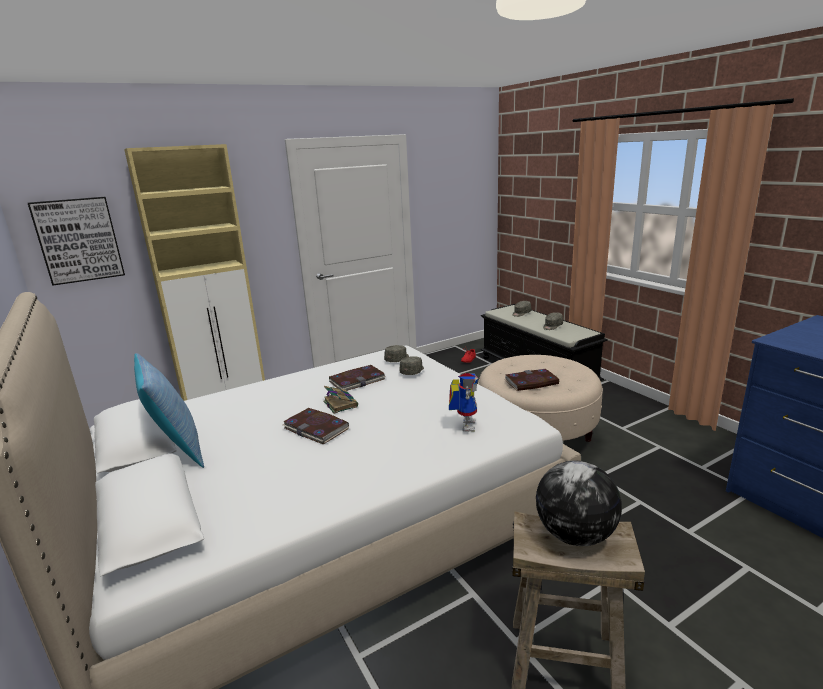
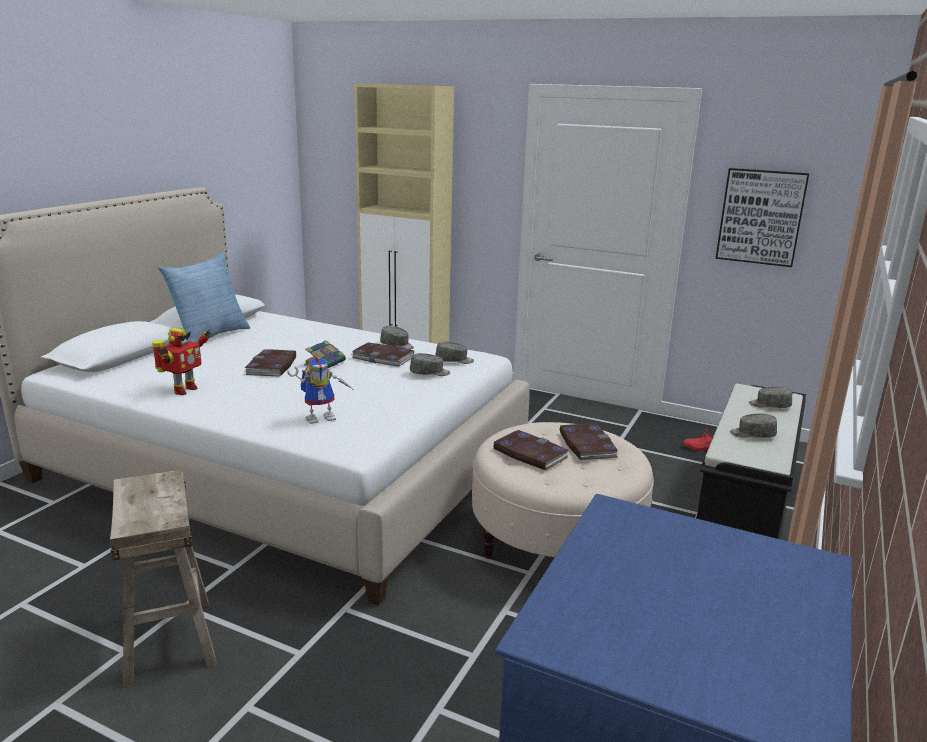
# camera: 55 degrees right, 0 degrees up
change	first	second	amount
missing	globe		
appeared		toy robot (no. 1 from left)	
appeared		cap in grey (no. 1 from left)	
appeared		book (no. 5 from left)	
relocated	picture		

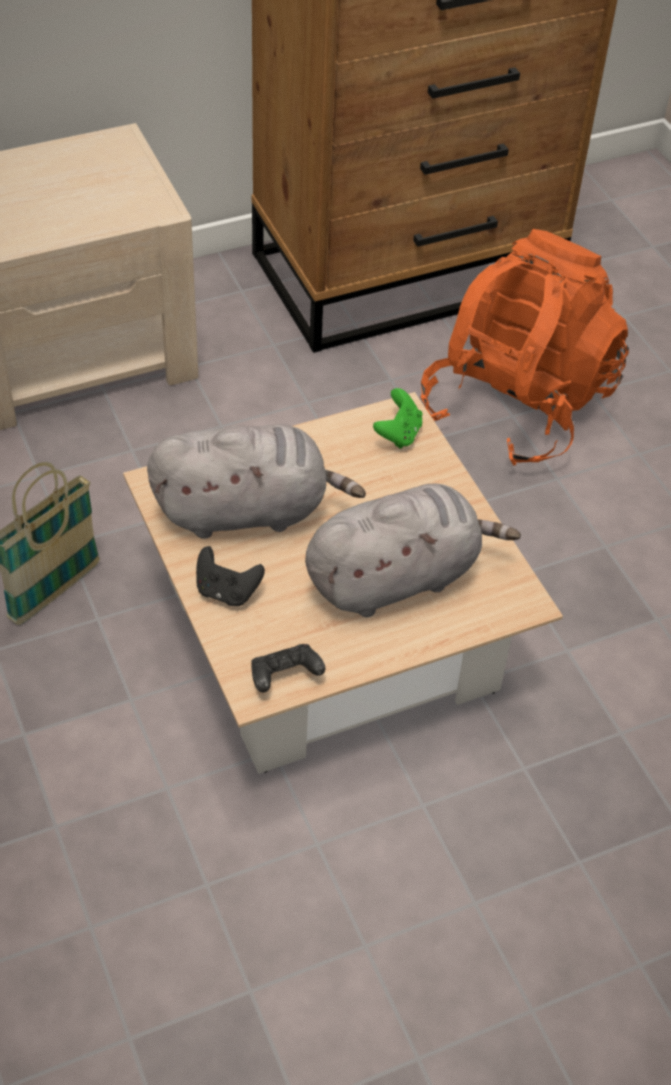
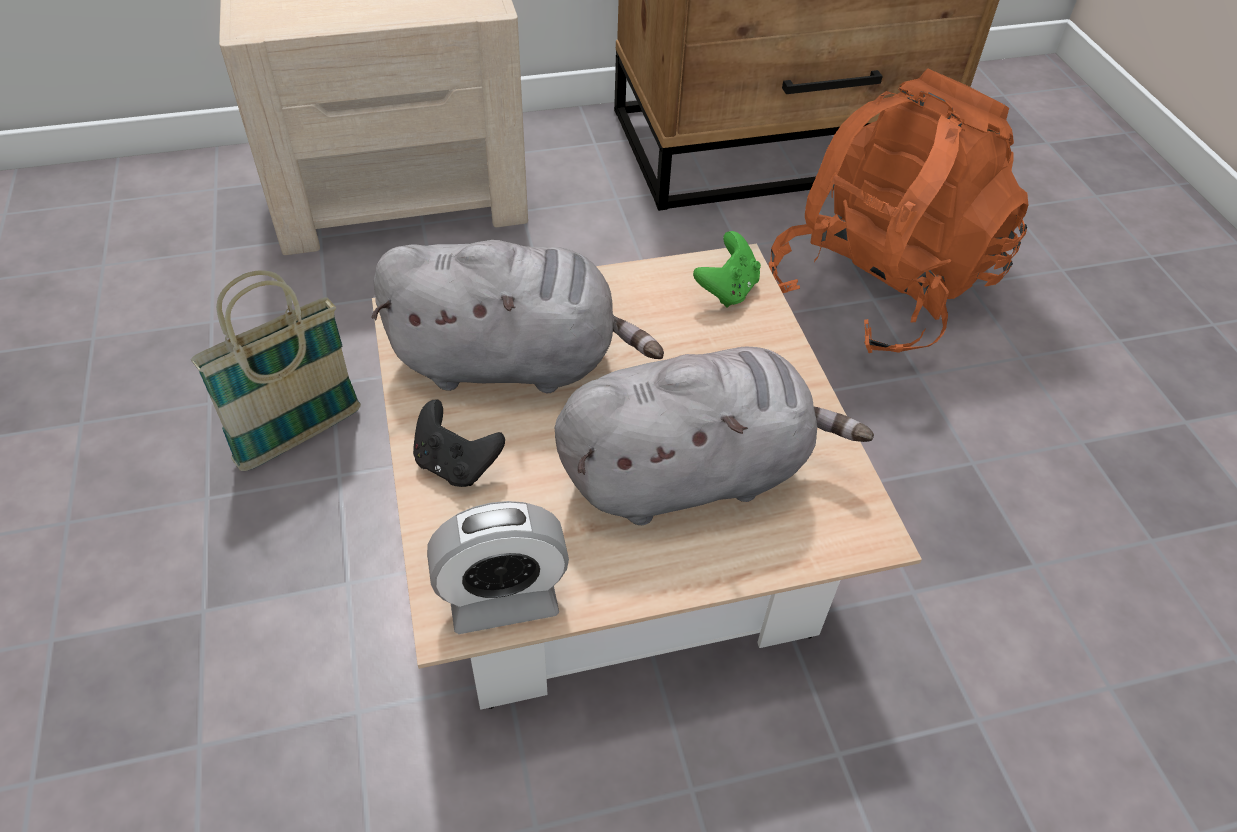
# camera: 10 degrees right, 0 degrees up
change	first	second	amount
exchanged	game controller in black (no. 2 from left)	alarm clock	

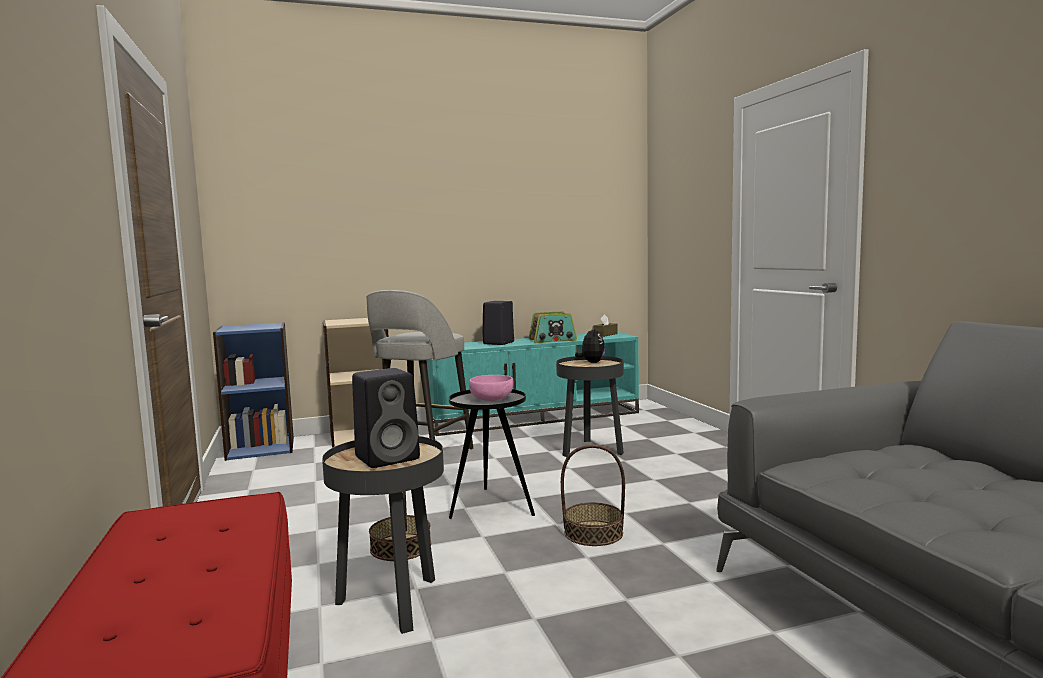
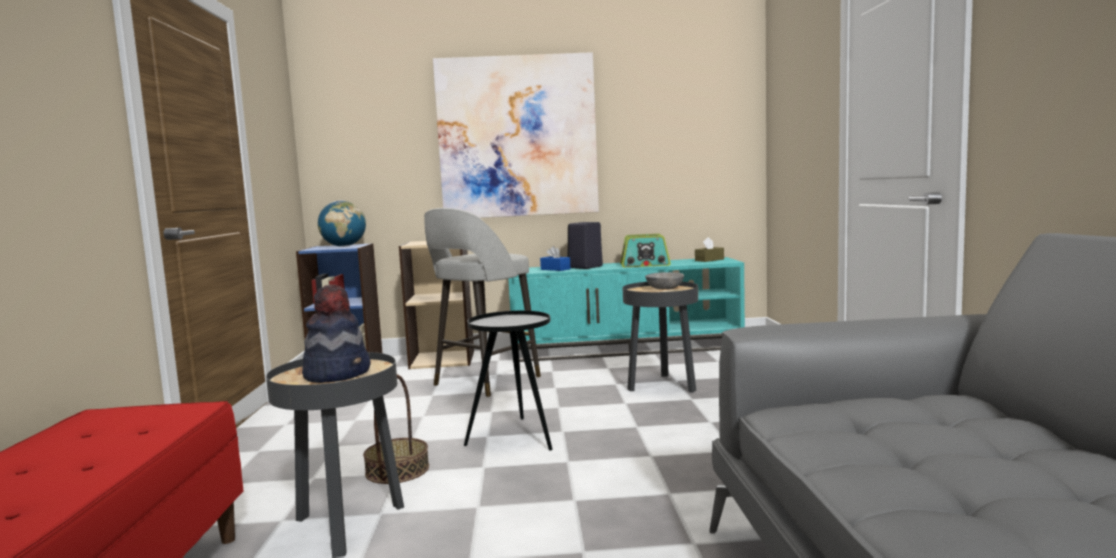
# camera: 15 degrees right, 0 degrees up
change	first	second	amount
missing	bowl in pink		
missing	basket (no. 2 from left)		
appeared		globe	
appeared		picture	
appeared		tissue box in blue	
exchanged	speaker in black (no. 1 from left)	hat	
exchanged	plush toy	bowl in grey	

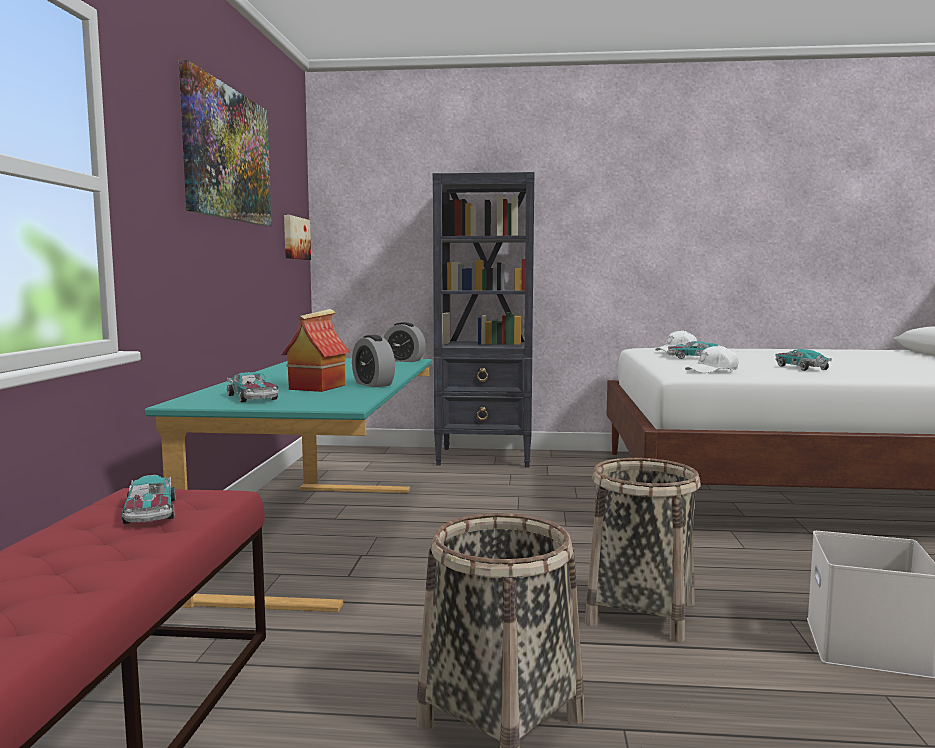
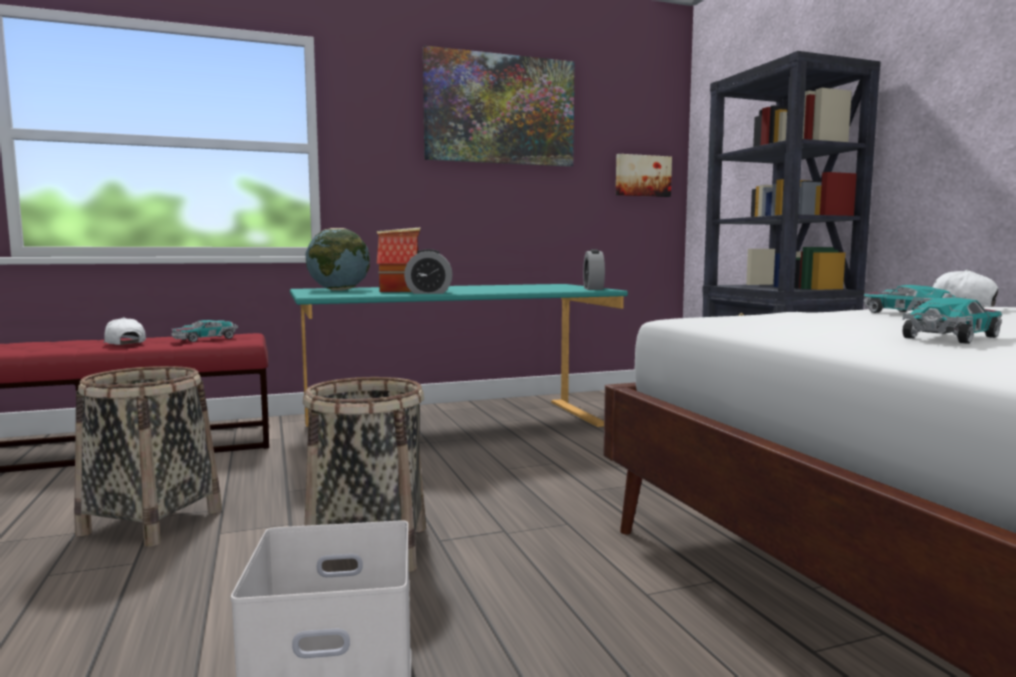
# camera: 65 degrees right, 0 degrees up
change	first	second	amount
relocated	cap in white (no. 2 from left in the first image)	cap in white (no. 1 from left)	
exchanged	toy car (no. 2 from left)	globe	
spun	alarm clock (no. 1 from left)		120 degrees counterclockwise

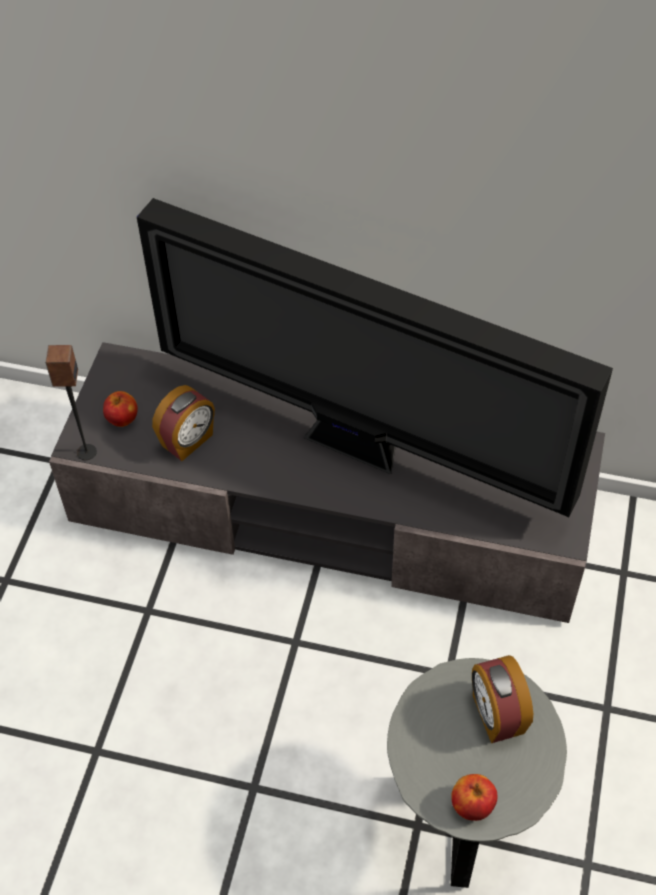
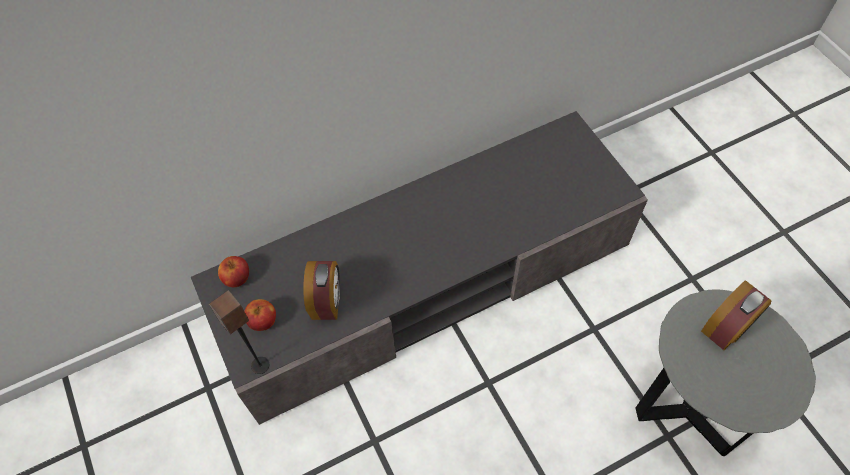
# camera: 40 degrees left, 5 degrees up
change	first	second	amount
missing	television		
relocated	apple (no. 2 from left in the first image)	apple (no. 1 from left)	
spun	alarm clock (no. 2 from left)		75 degrees counterclockwise

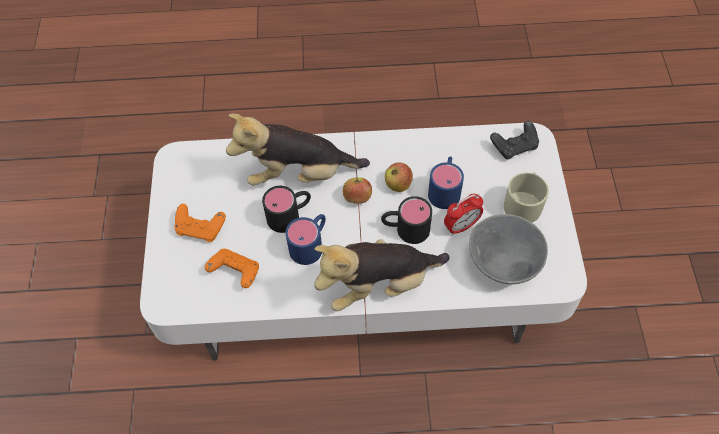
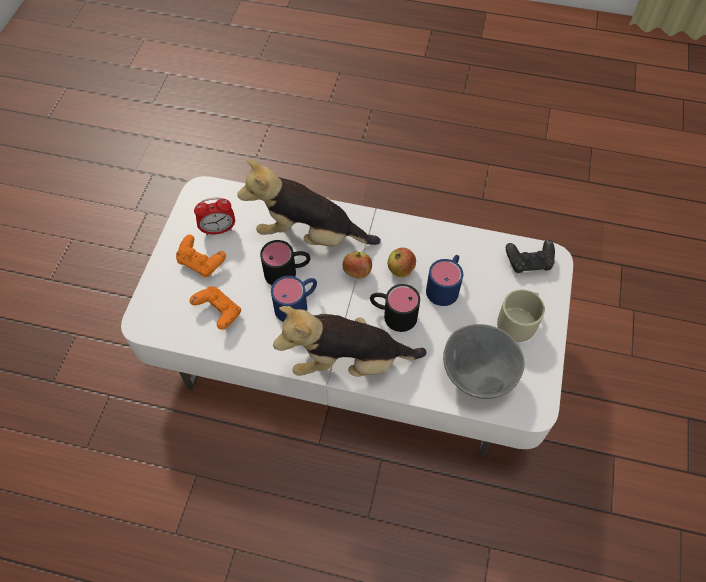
# camera: 15 degrees right, 0 degrees up
change	first	second	amount
relocated	alarm clock		

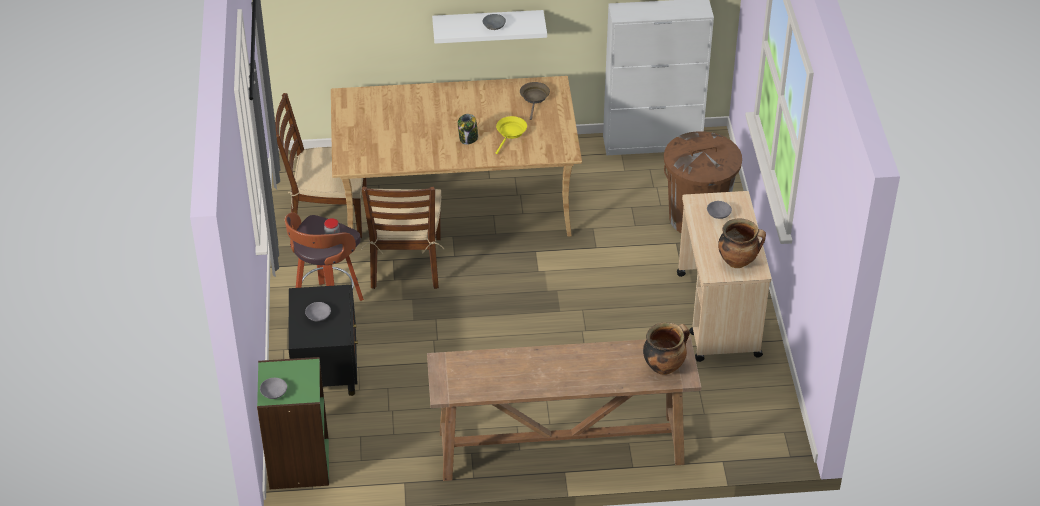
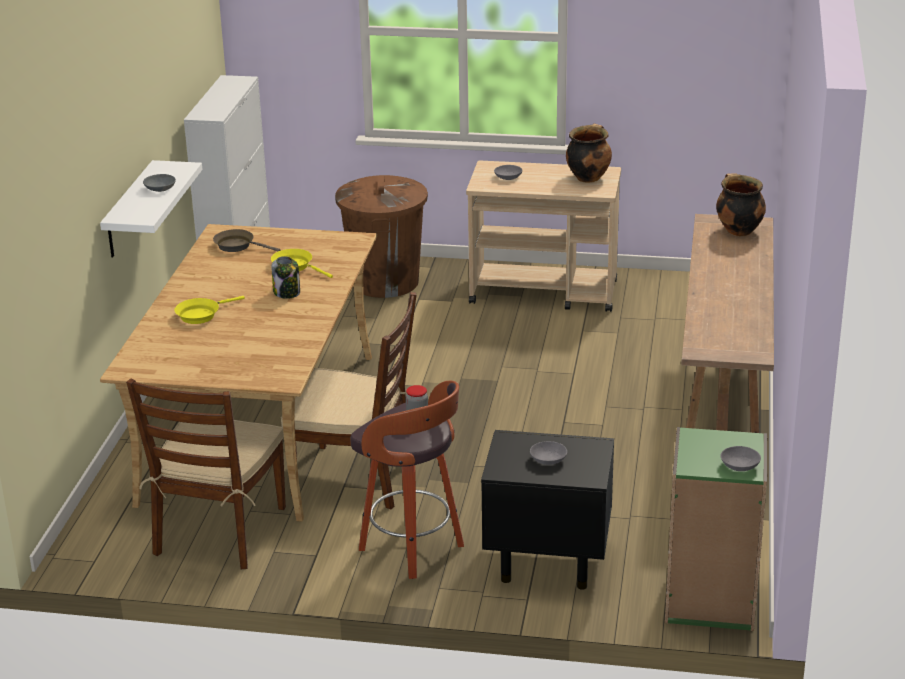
# camera: 75 degrees left, 15 degrees down
change	first	second	amount
appeared		frying pan in yellow (no. 1 from left)	

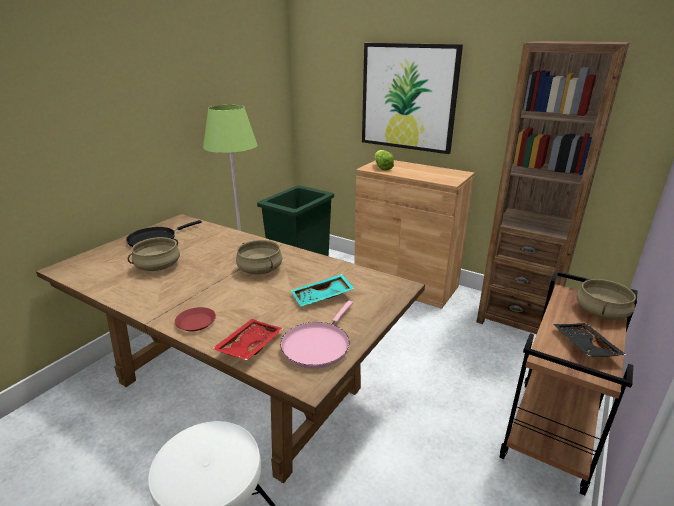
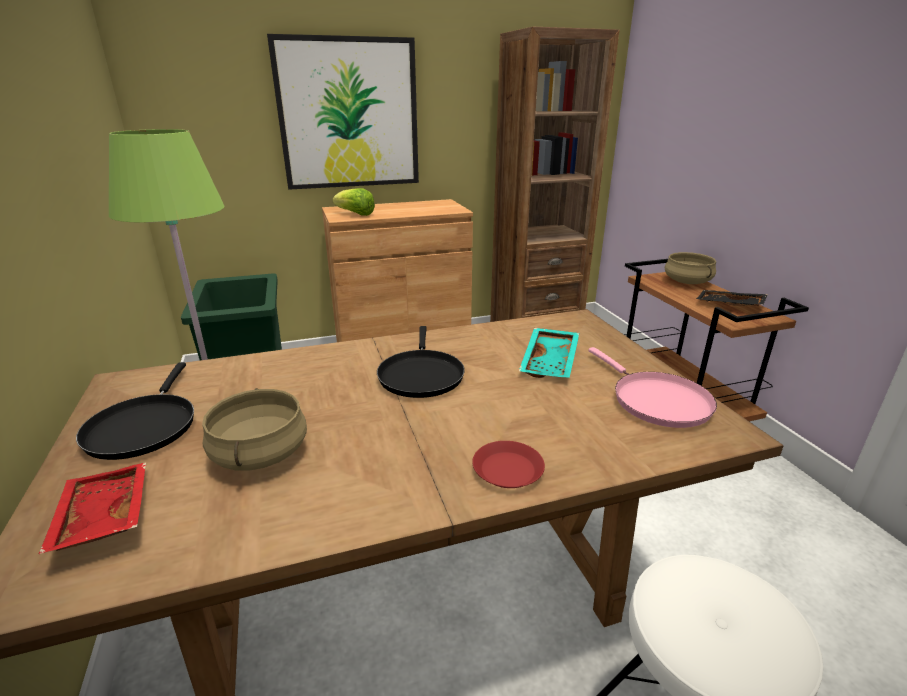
# camera: 50 degrees left, 0 degrees up
change	first	second	amount
relocated	tray in red		
exchanged	cooking pot in beige (no. 2 from left)	frying pan in black (no. 2 from left)	

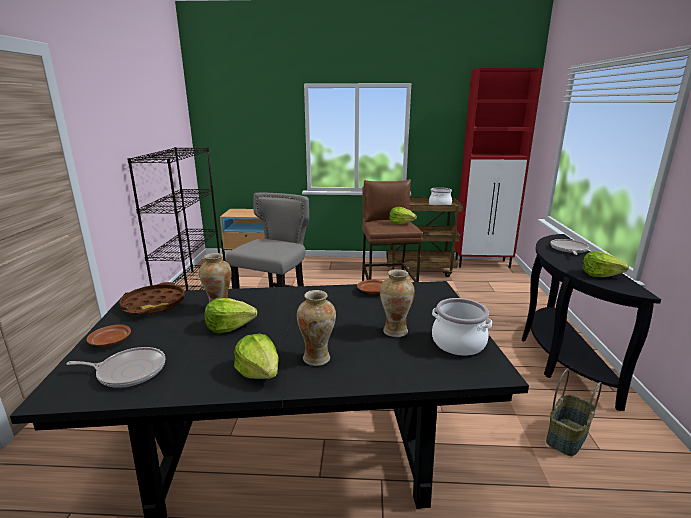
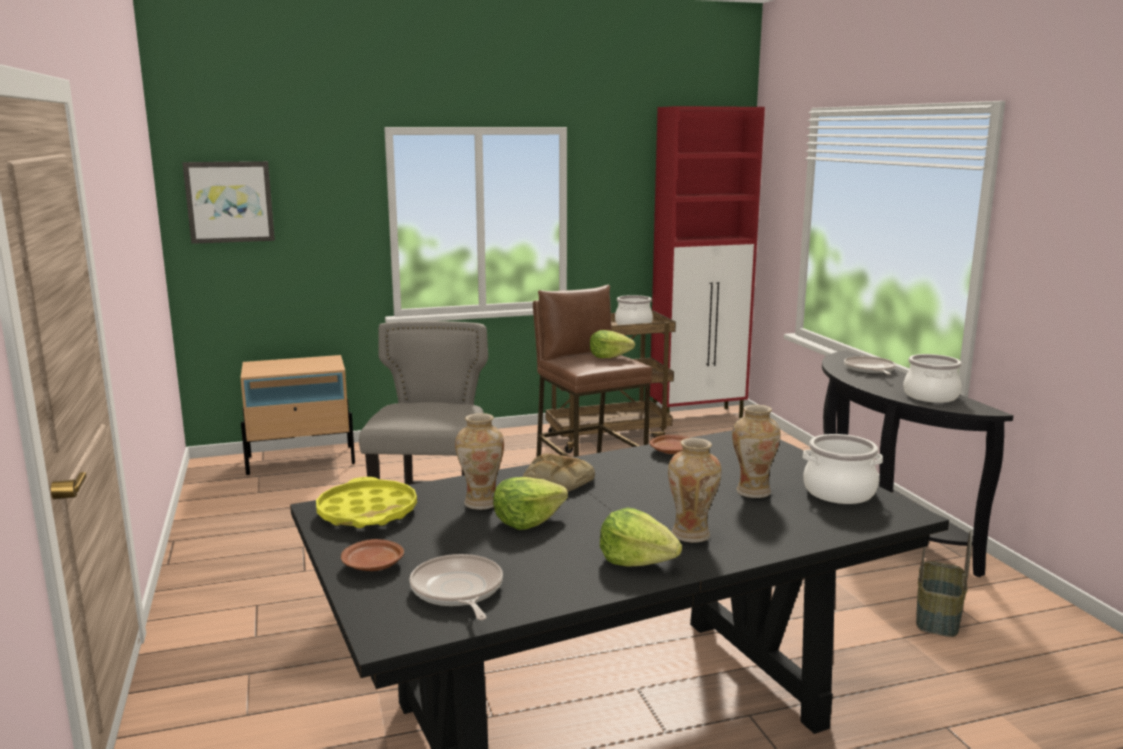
# camera: 20 degrees left, 5 degrees down
change	first	second	amount
missing	bookcase in black		
appeared		picture	
appeared		bread	
exchanged	lettuce (no. 4 from left)	cooking pot (no. 3 from left)	
colour	tray in brown	tray in yellow	
spun	frying pan (no. 1 from left)		90 degrees counterclockwise

